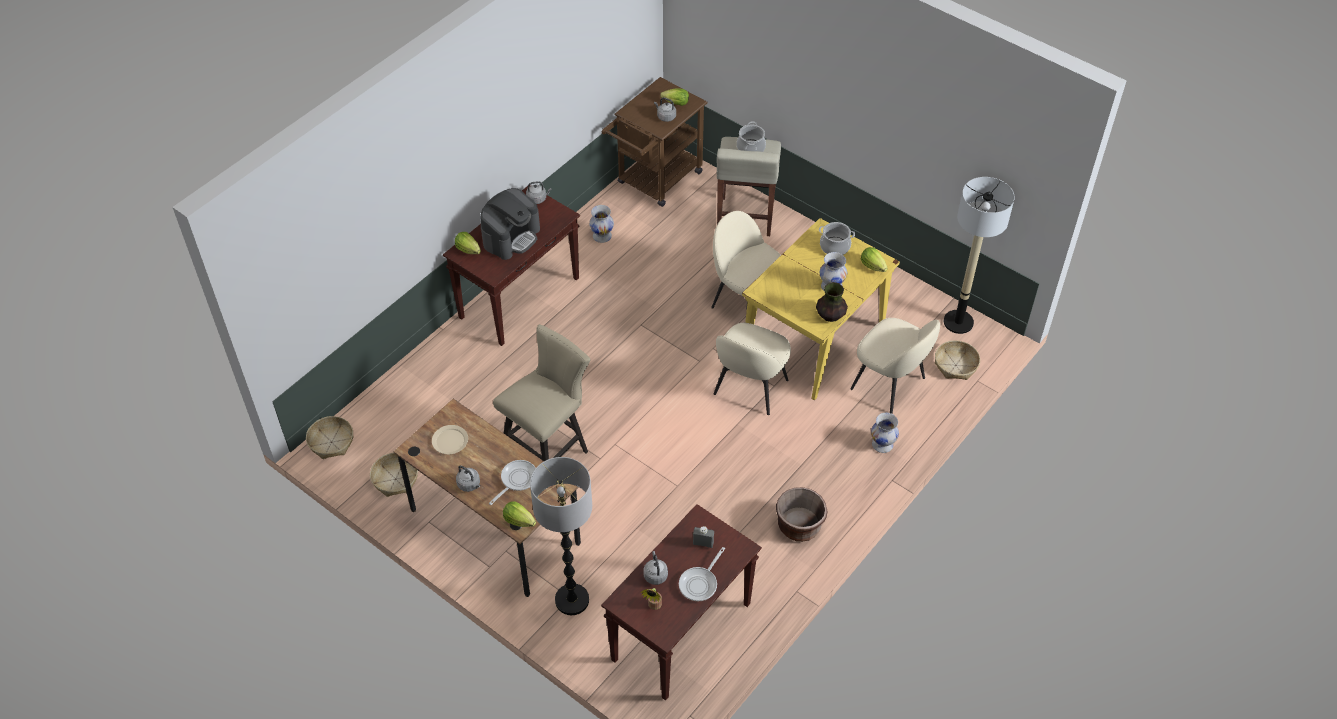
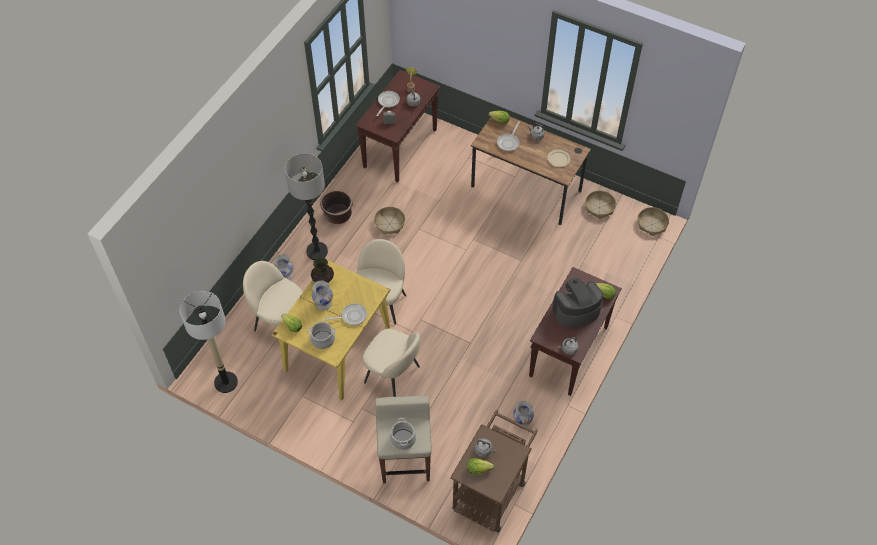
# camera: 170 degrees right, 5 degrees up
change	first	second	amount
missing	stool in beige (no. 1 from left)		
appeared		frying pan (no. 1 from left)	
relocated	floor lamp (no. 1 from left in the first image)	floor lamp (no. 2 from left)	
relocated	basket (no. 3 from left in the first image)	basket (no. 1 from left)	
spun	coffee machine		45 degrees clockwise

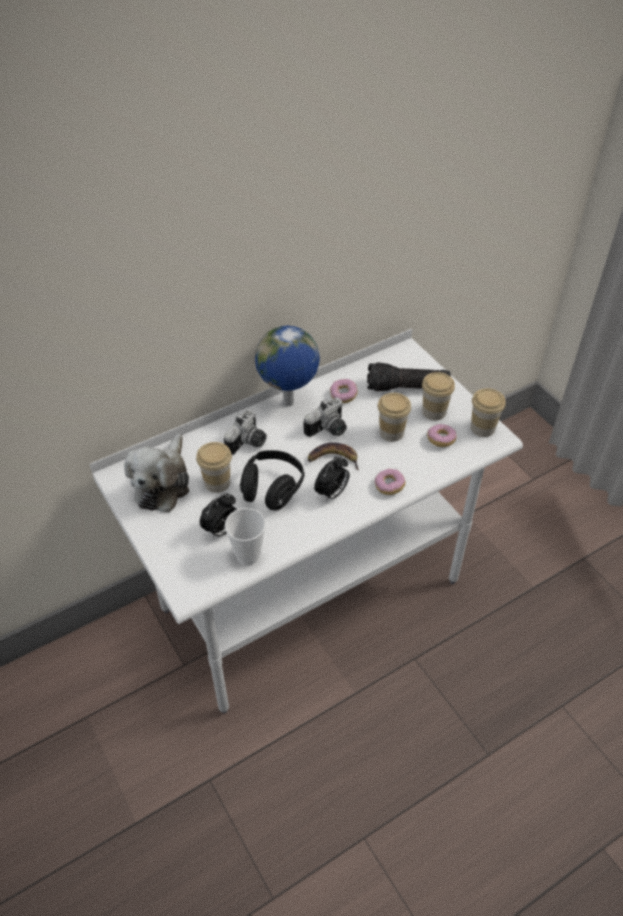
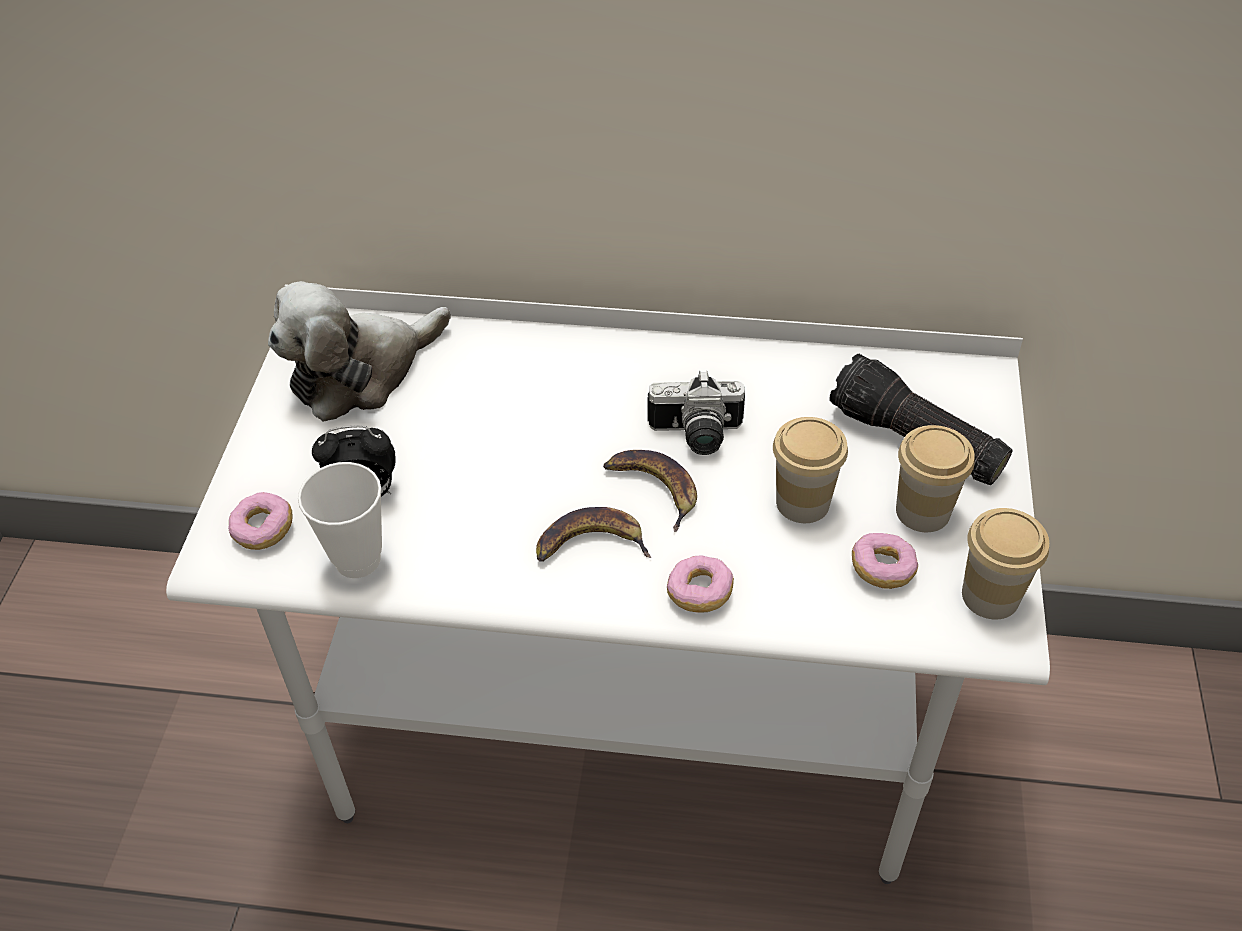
# camera: 40 degrees right, 0 degrees up
change	first	second	amount
missing	cup (no. 1 from left)		
missing	photo camera (no. 1 from left)		
missing	headphones in black		
missing	globe		
relocated	donut (no. 1 from left)		
exchanged	alarm clock (no. 2 from left)	banana (no. 1 from left)	

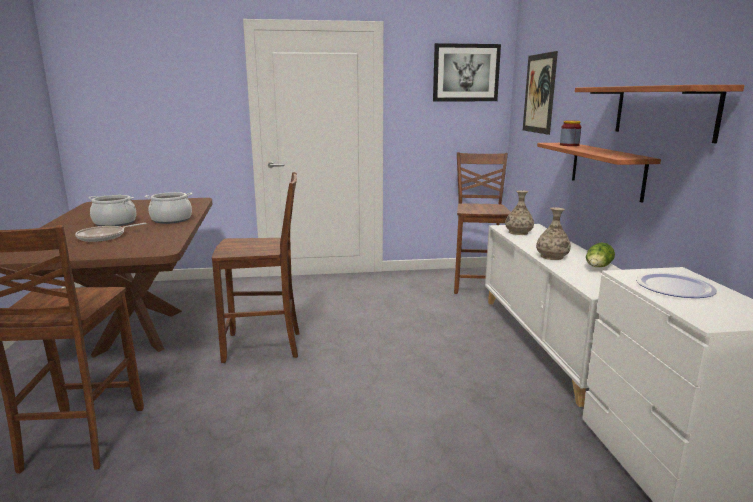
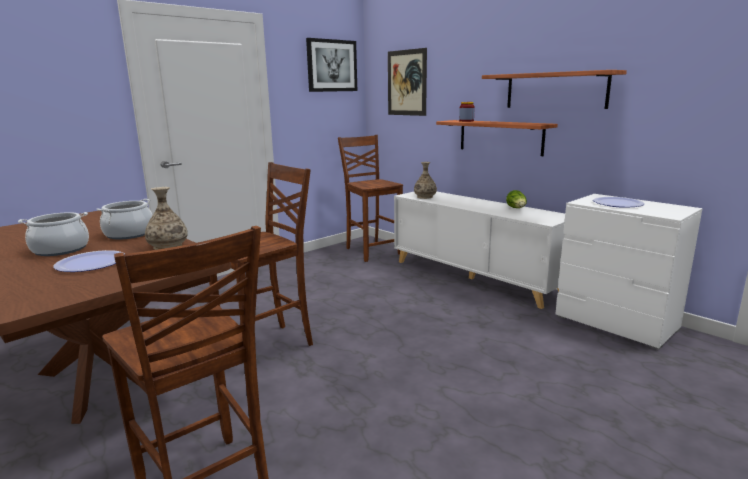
# camera: 35 degrees left, 0 degrees up
change	first	second	amount
relocated	vase (no. 2 from left in the first image)	vase (no. 1 from left)	
exchanged	frying pan	plate (no. 1 from left)	

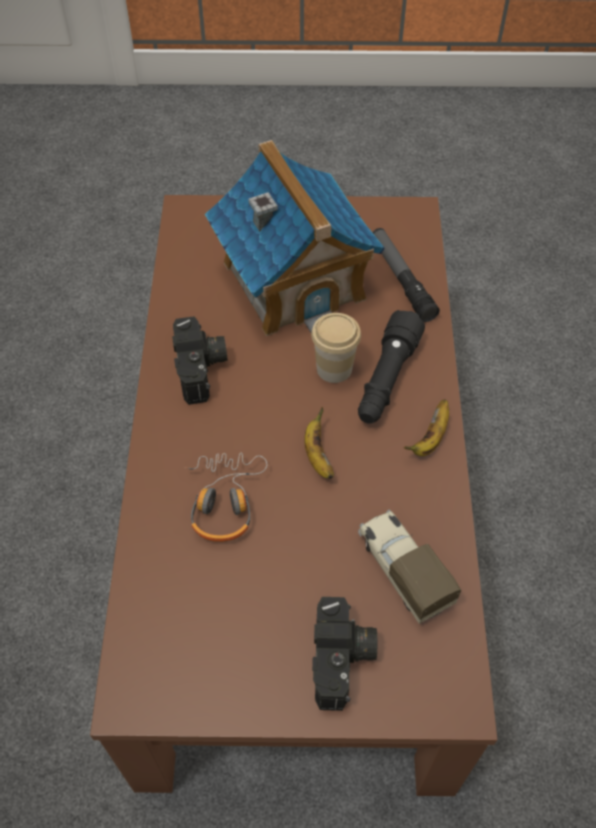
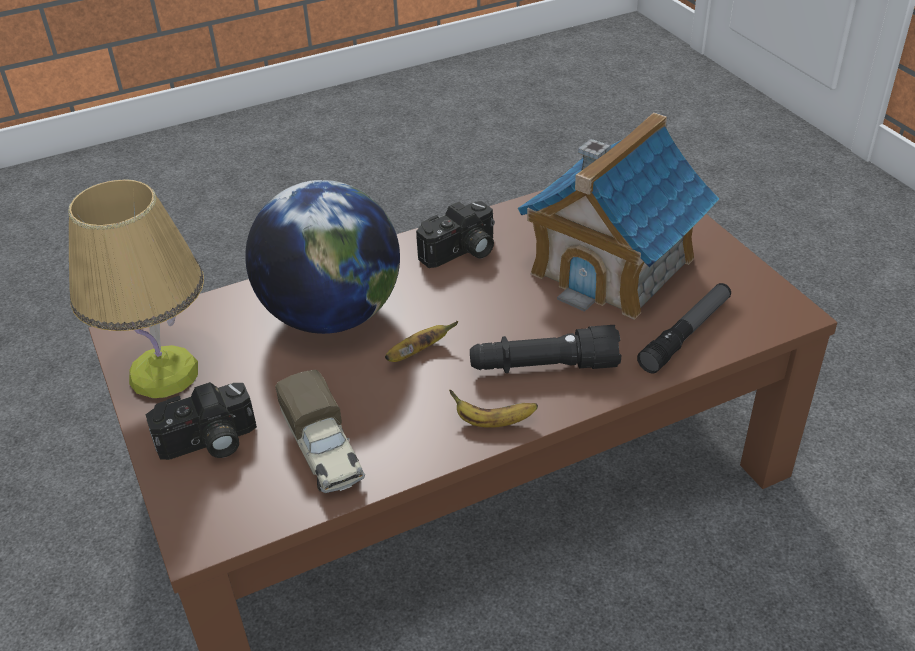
# camera: 65 degrees right, 15 degrees down
change	first	second	amount
missing	cup		
appeared		table lamp	
exchanged	headphones	globe	
spun	toy truck		120 degrees clockwise

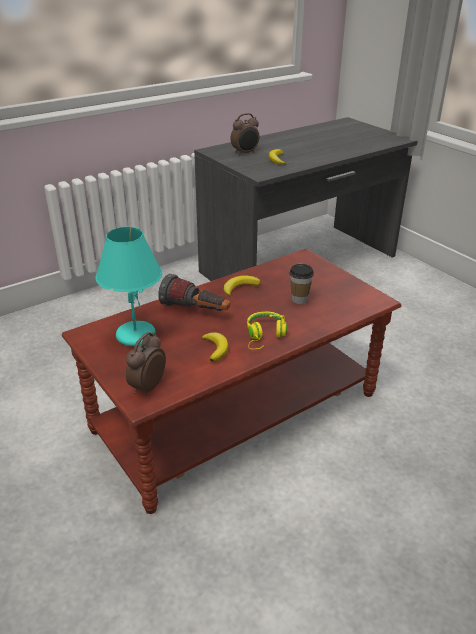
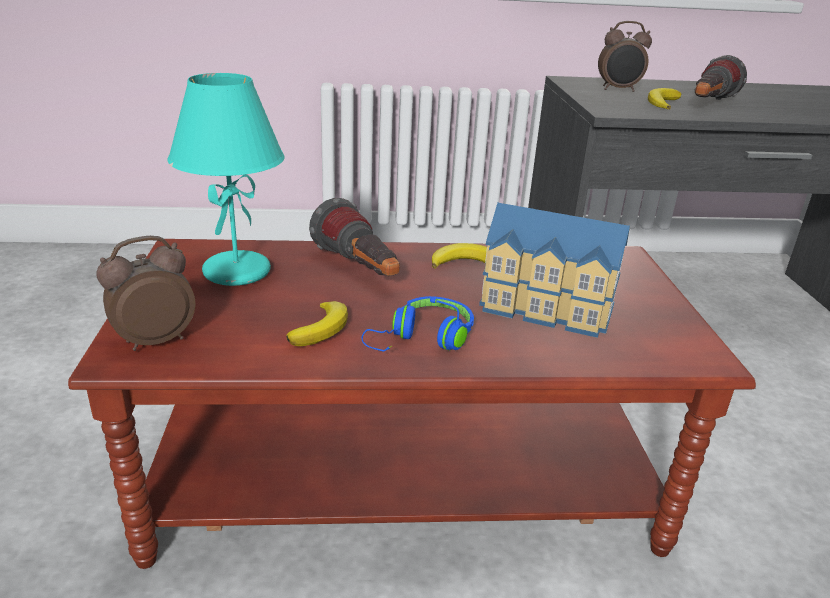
# camera: 30 degrees right, 5 degrees down
change	first	second	amount
appeared		flashlight (no. 2 from left)	
exchanged	cup	toy house	
colour	headphones in yellow	headphones in blue	

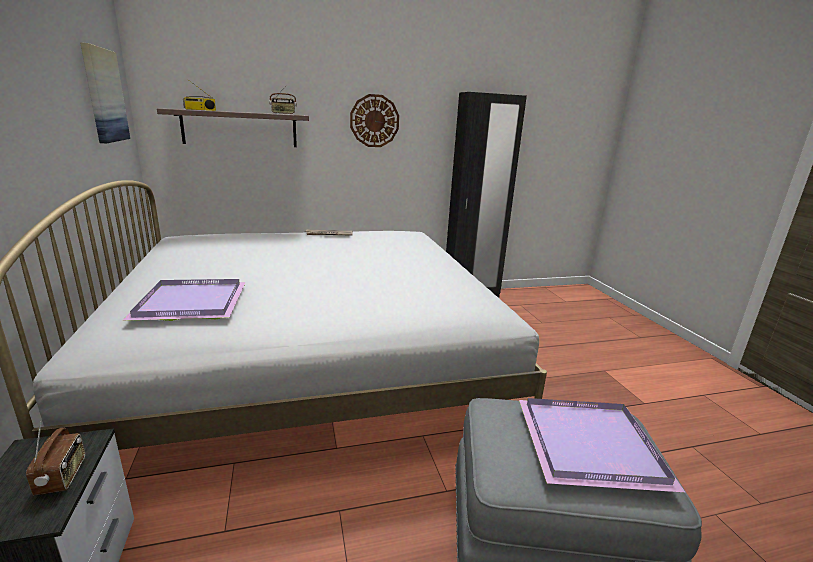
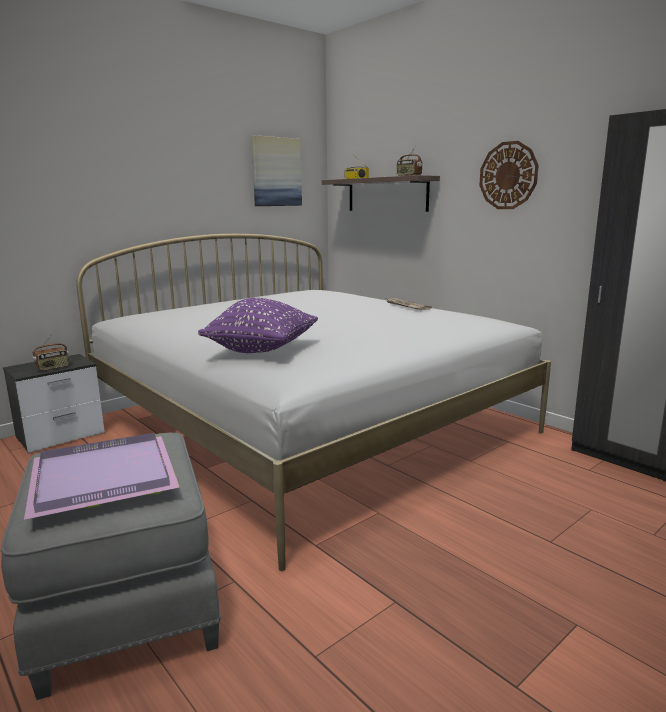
# camera: 65 degrees right, 5 degrees down
change	first	second	amount
missing	tray in purple (no. 1 from left)		
appeared		pillow in purple	

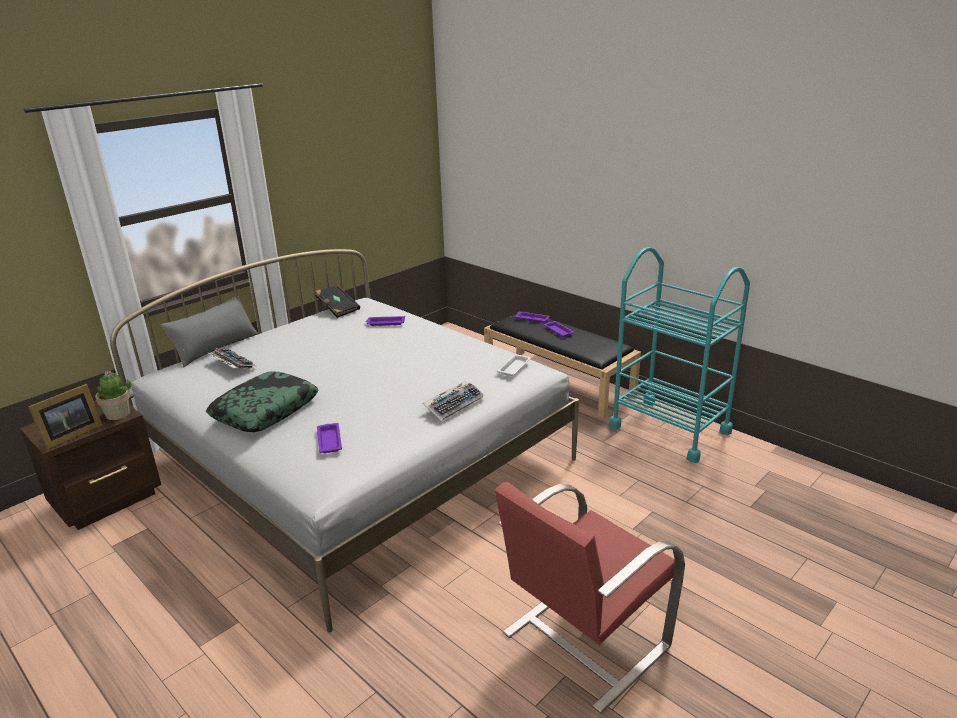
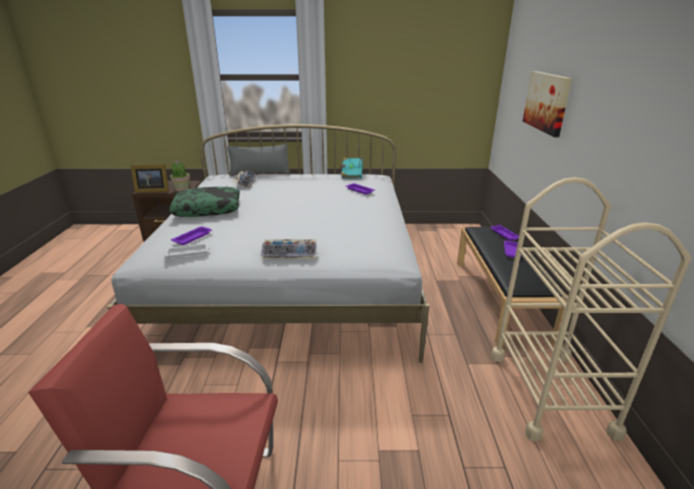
# camera: 45 degrees right, 0 degrees up
change	first	second	amount
appeared		picture	
relocated	tray in white		
colour	book in black	book in turquoise	
colour	cart in turquoise	cart in beige	

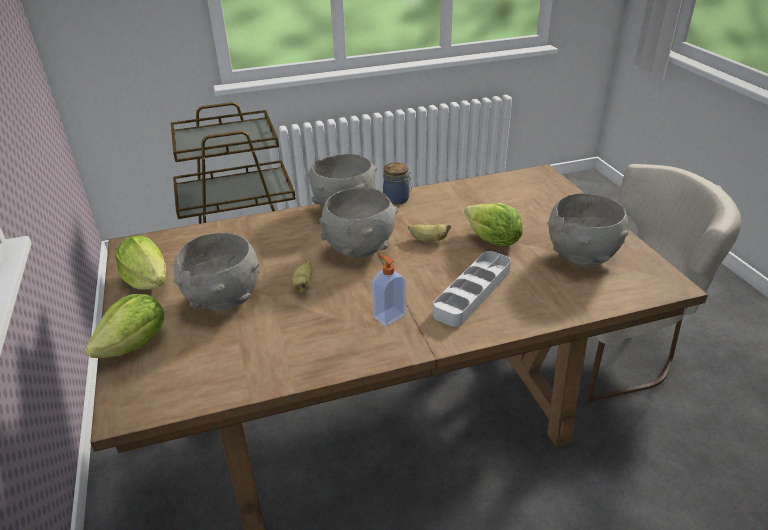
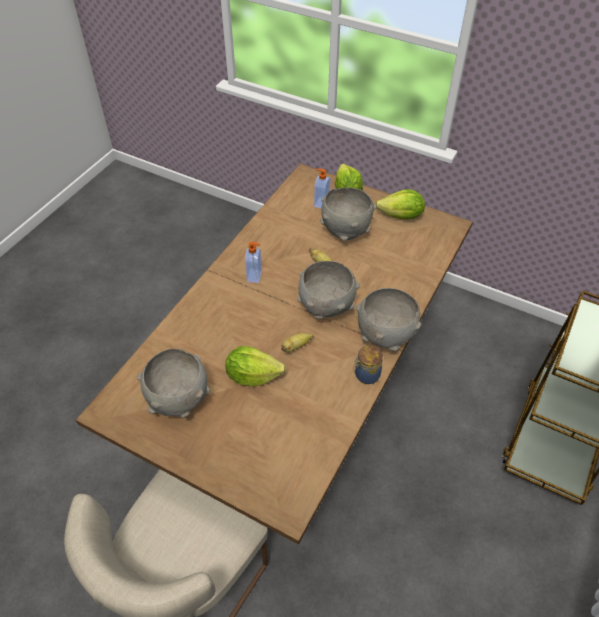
# camera: 135 degrees right, 15 degrees up
change	first	second	amount
missing	tray in grey		
appeared		soap dispenser (no. 2 from left)	

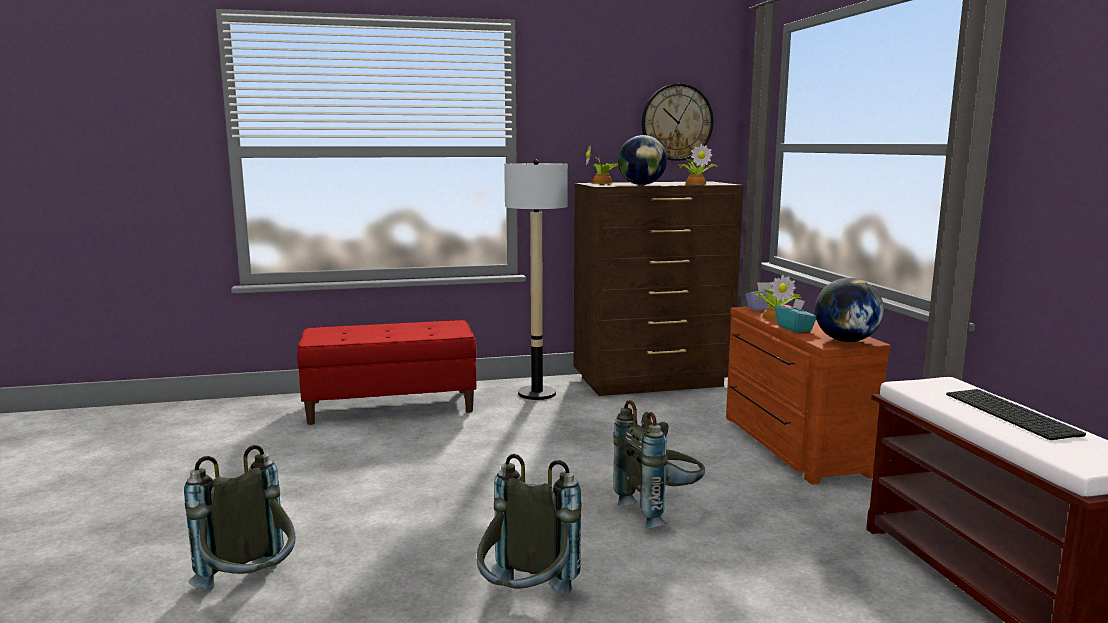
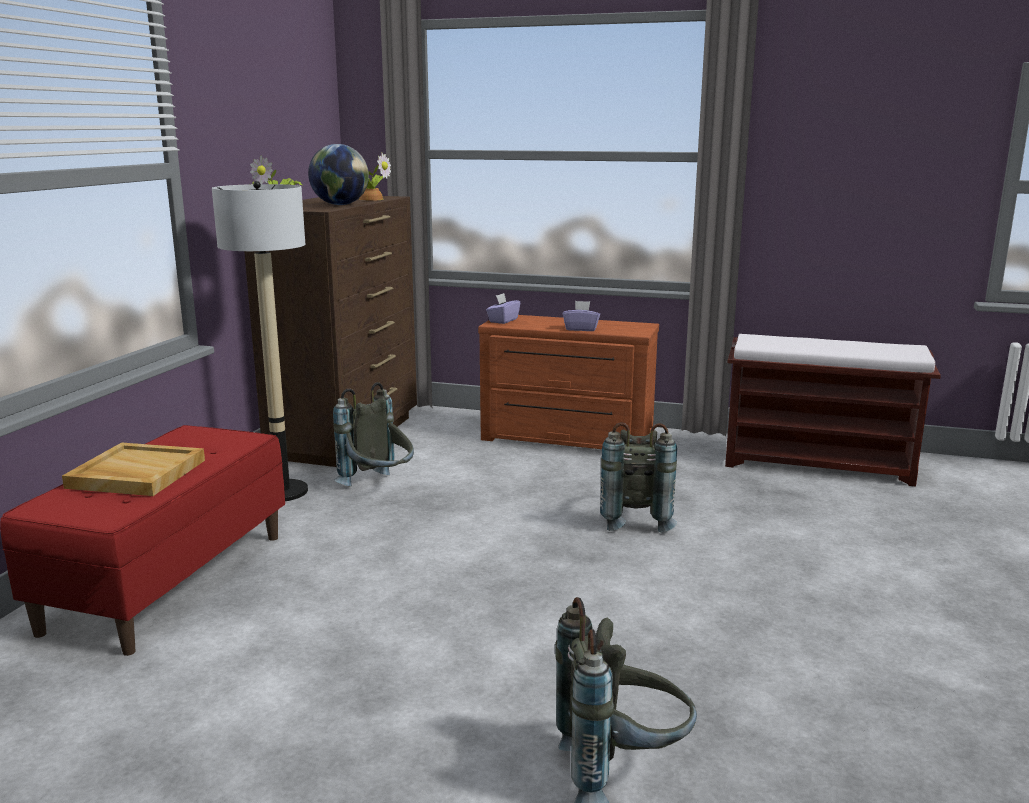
# camera: 60 degrees left, 5 degrees up
change	first	second	amount
missing	wall clock		
missing	potted plant (no. 3 from left)		
missing	globe (no. 2 from left)		
missing	keyboard		
appeared		tray in beige	
relocated	backpack in grey (no. 2 from left in the first image)	backpack in grey (no. 1 from left)	
colour	tissue box in turquoise	tissue box in purple (no. 2 from left)	

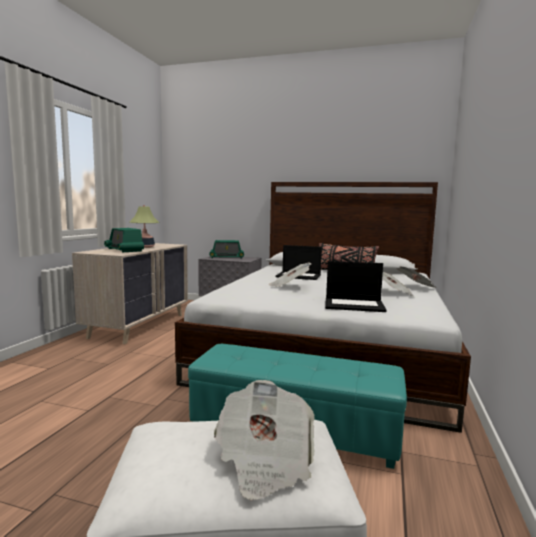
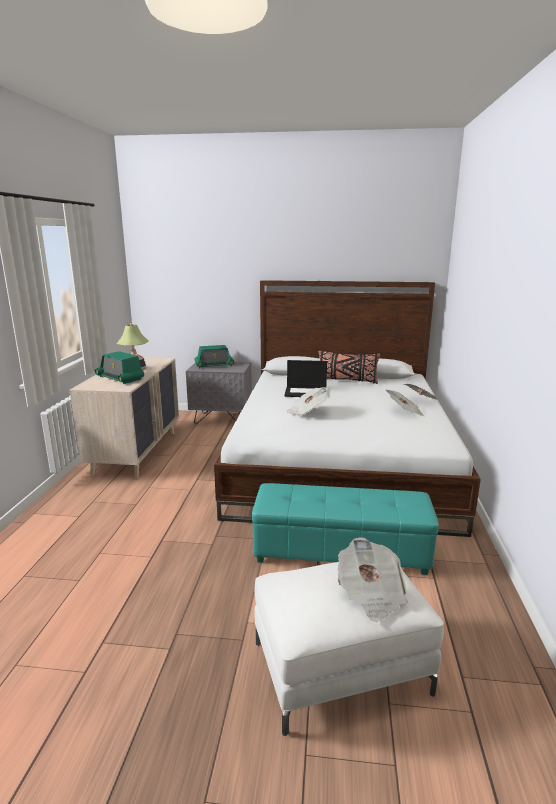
# camera: 10 degrees left, 10 degrees up
change	first	second	amount
missing	laptop (no. 2 from left)		

